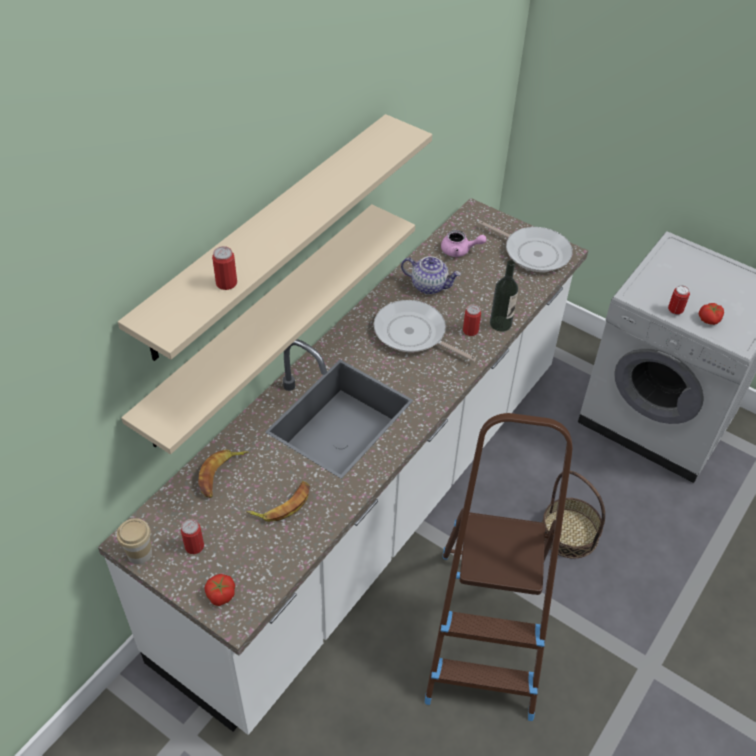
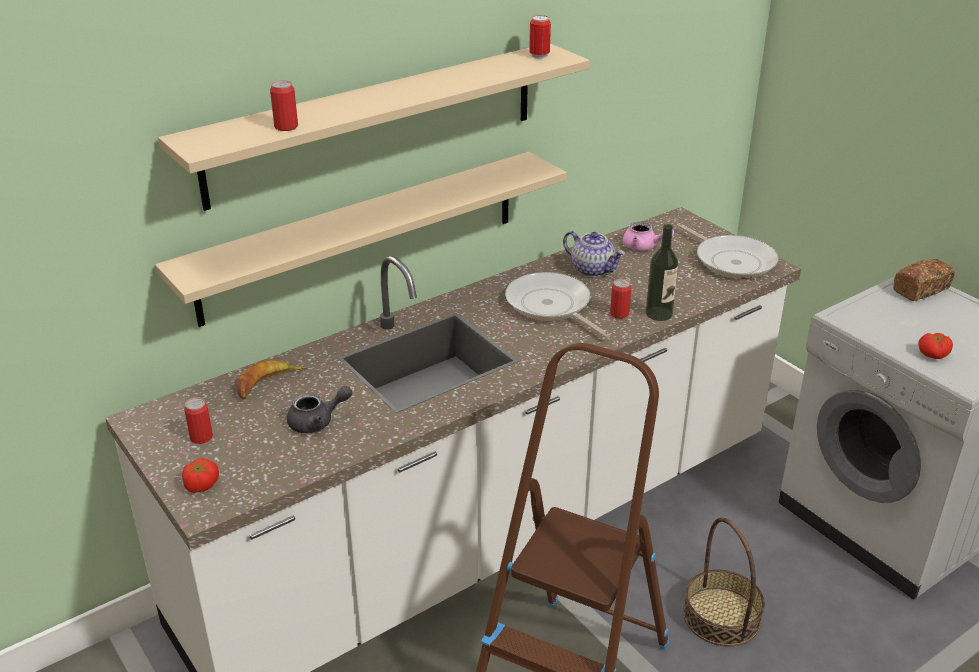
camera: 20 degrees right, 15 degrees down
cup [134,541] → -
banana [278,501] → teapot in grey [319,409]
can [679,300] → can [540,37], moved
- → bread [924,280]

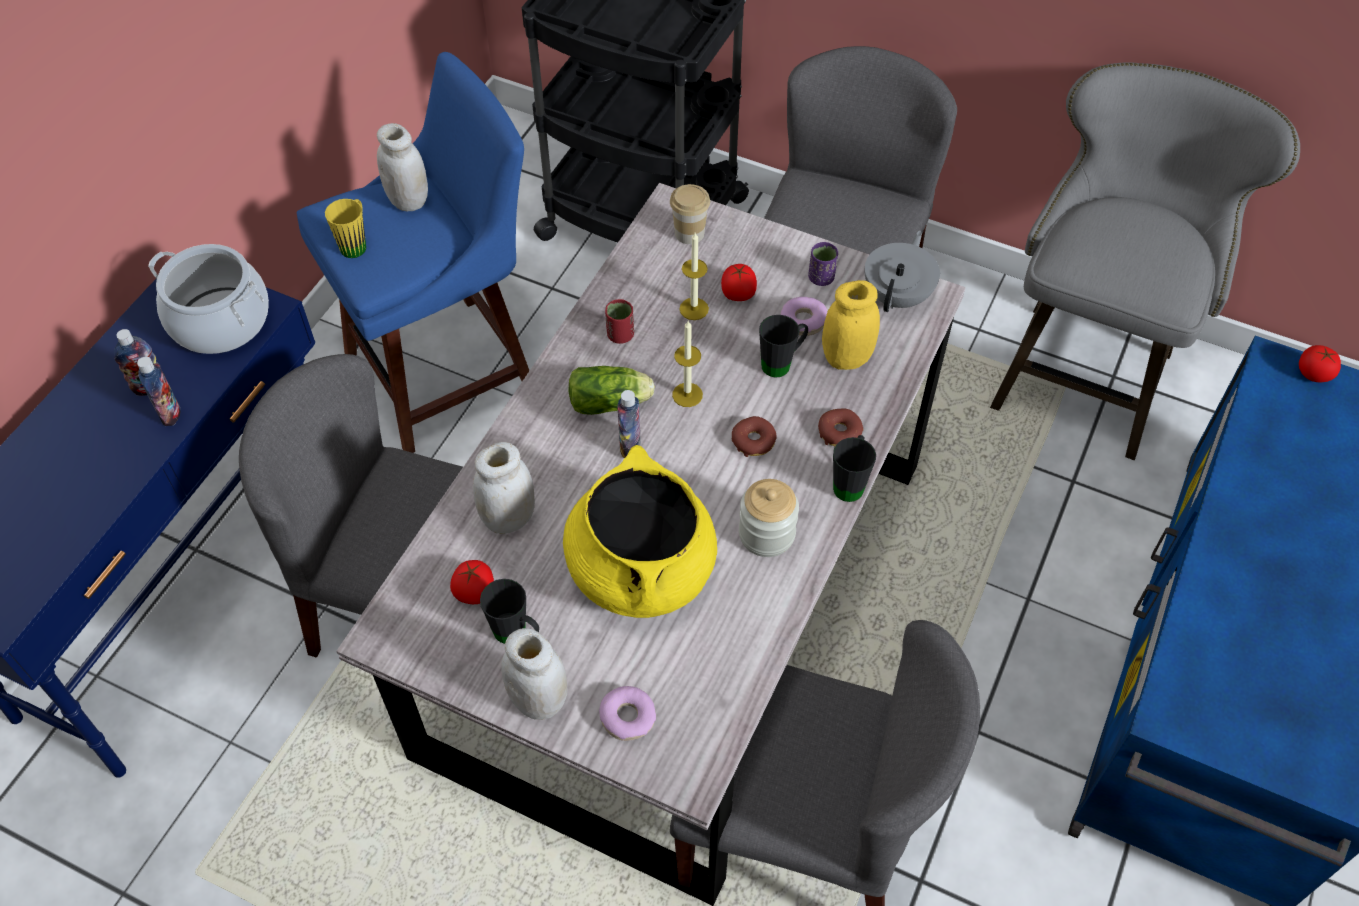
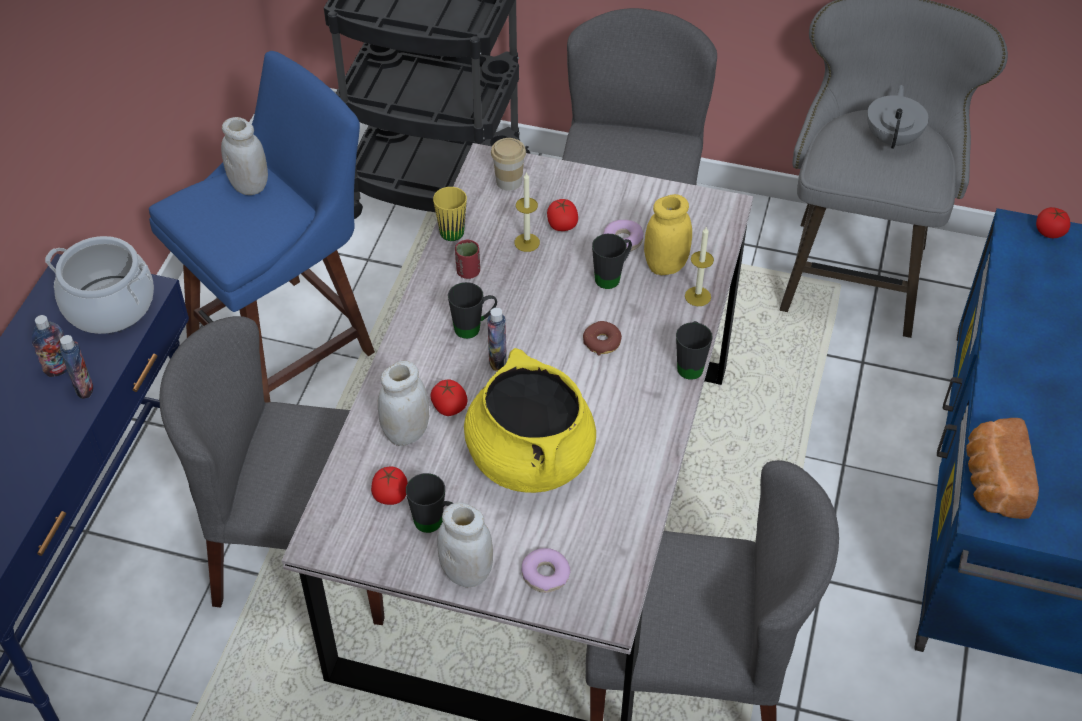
camera: 10 degrees left, 5 degrees down
mug in yellow [345,228] → mug in yellow [450,214], moved
lettuce [611,390] → mug in black [472,310]
candle [687,364] → candle [699,266], moved
jar [769,518] → -
cup in purple [823,264] → -
donut [841,427] → -
teapot in grey [902,271] → teapot in grey [898,117], moved
- → tomato [449,398]
- → bread [1002,468]

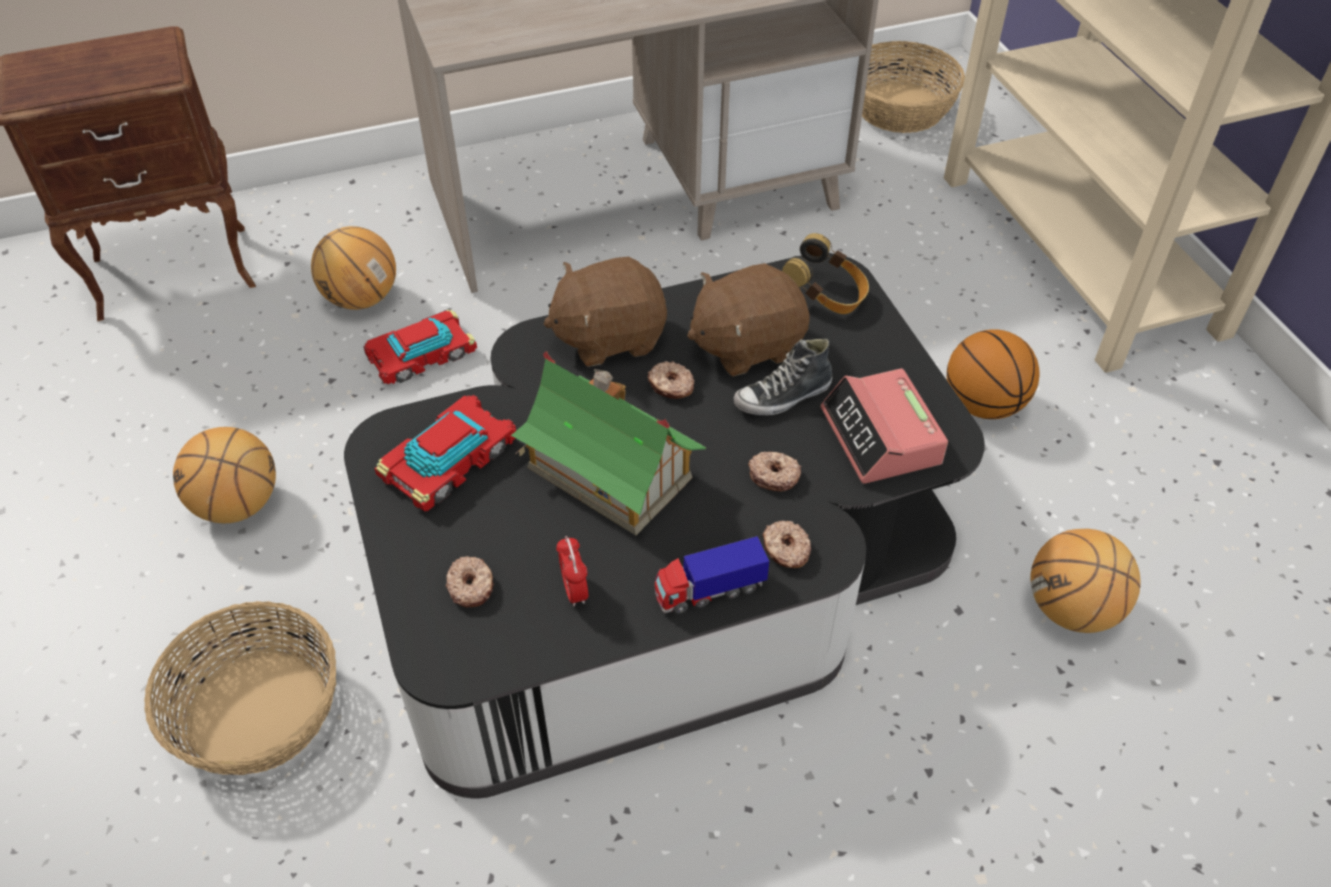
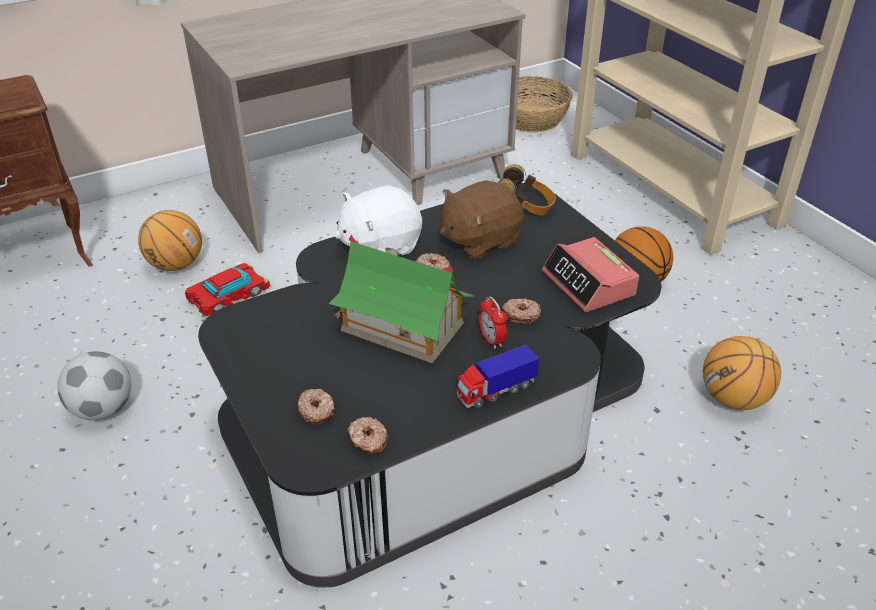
camera: 10 degrees left, 10 degrees down
basket [240,688] → -
basketball [224,475] → football [94,385]
toy car [445,453] → -
plush toy in brown [605,312] → plush toy in white [378,220]
alarm clock [572,571] → alarm clock [493,323], moved
shoe [783,377] → -
donut [786,544] → donut [368,435], moved

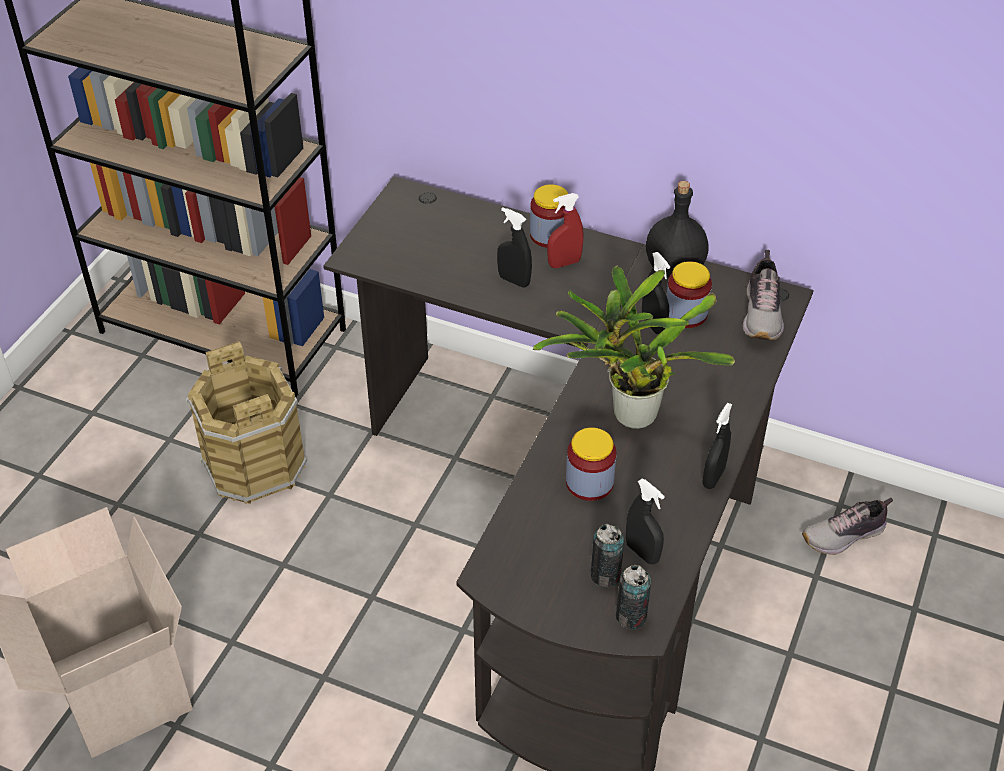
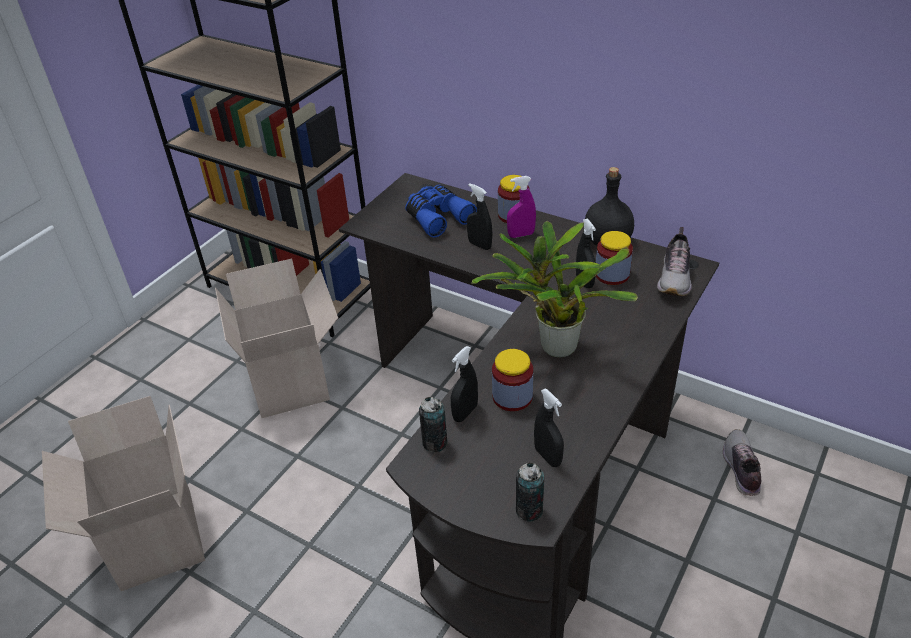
camera: 10 degrees right, 5 degrees down
bucket in brown [246,422] → cardboard box [276,338]
spray bottle in red [565,230] → spray bottle in purple [521,207]
can [607,556] → can [433,424], moved
spray bottle in black [718,446] → spray bottle in black [464,384], moved
shoe [847,526] → shoe [742,462], 105 degrees clockwise
- → binoculars in blue [441,211]

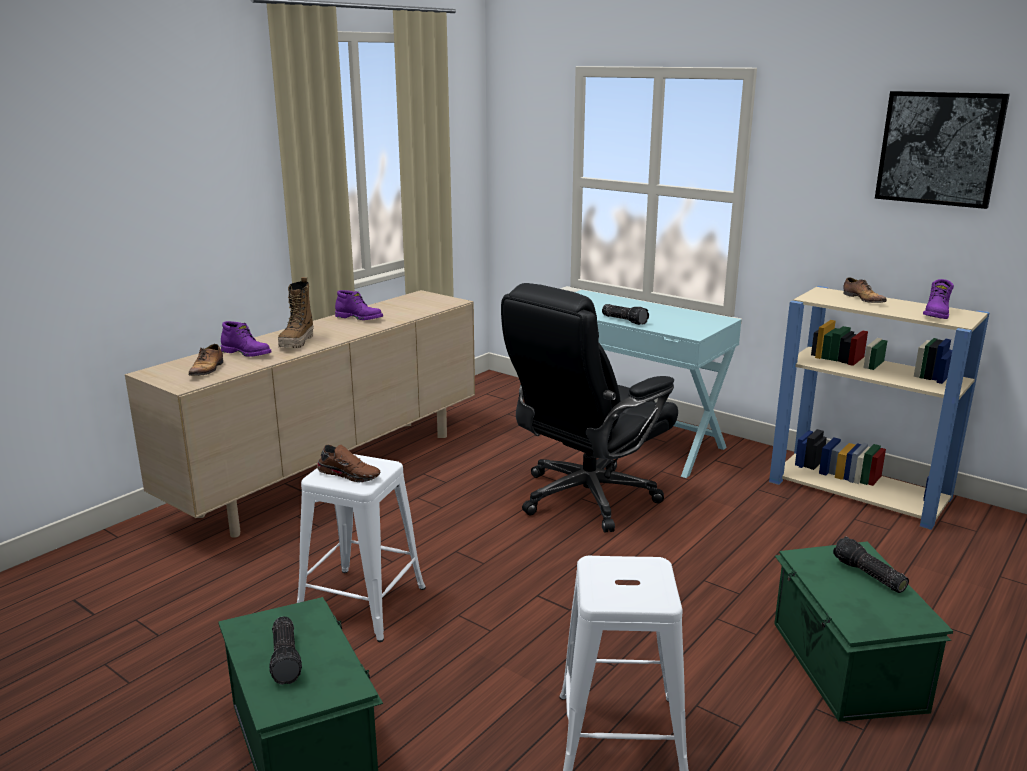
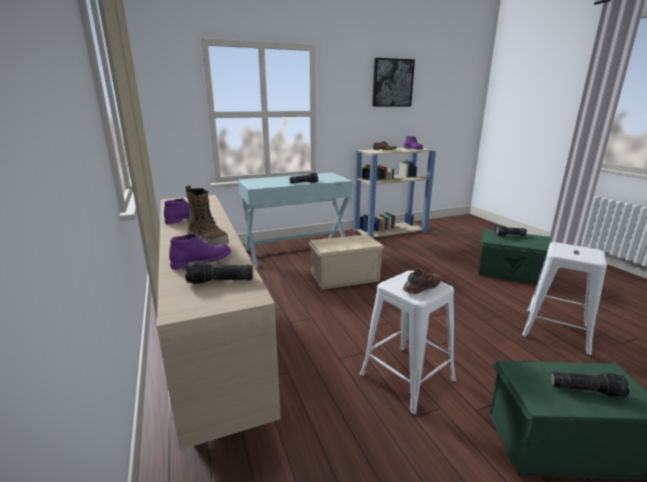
camera: 60 degrees left, 0 degrees up
shoe [205,360] → flashlight [219,272]
office chair in black [589,408] → storage box in beige [346,262]

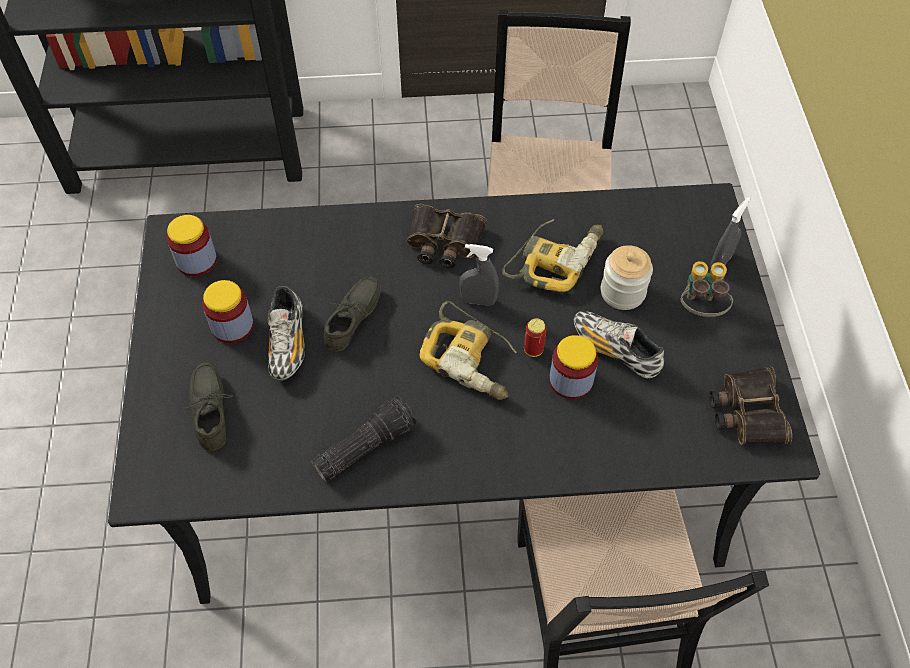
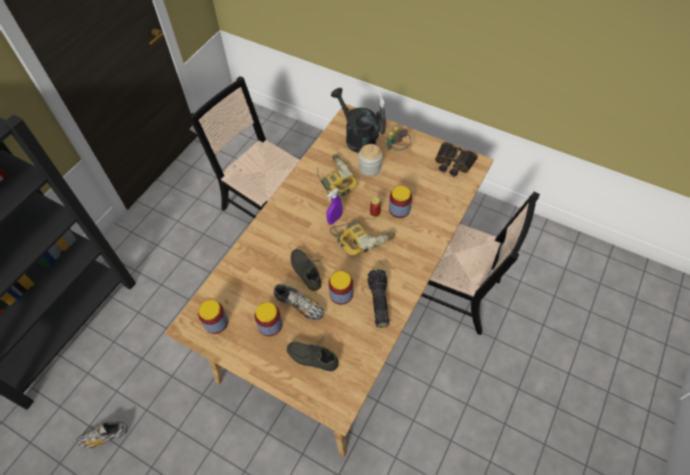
camera: 55 degrees left, 0 degrees up
dining table in black [464,393] → dining table in beige [329,280]
binoculars [447,236] → -
spray bottle in grey [479,275] → spray bottle in purple [334,206]
shoe [619,345] → shoe [102,434], moved
- → jar [341,288]
- → watering can in black [355,120]

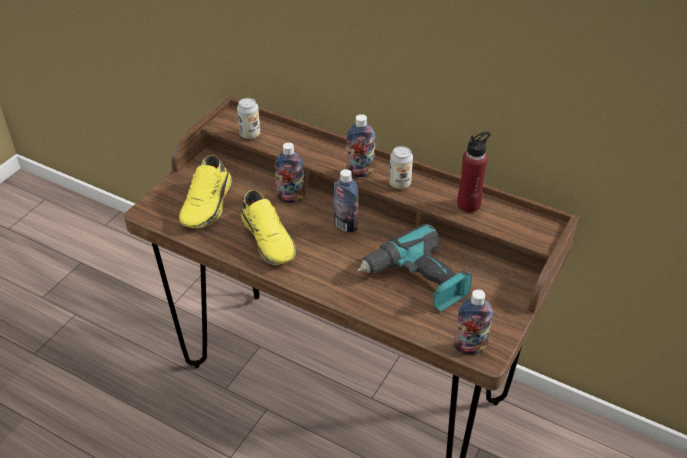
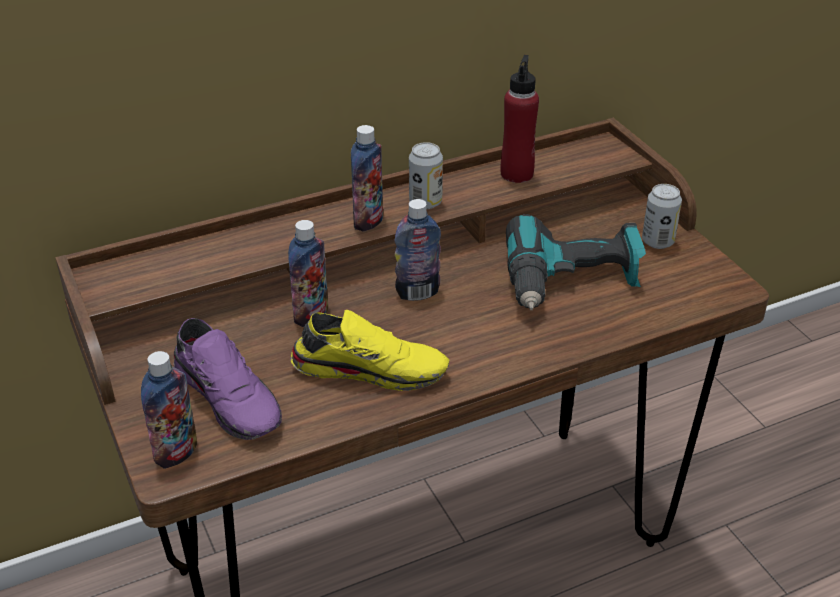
camera: 55 degrees left, 5 degrees down
shoe in yellow [205,191] → shoe in purple [228,379]
can [248,118] → can [662,216], moved
bottle [473,322] → bottle [169,410], moved

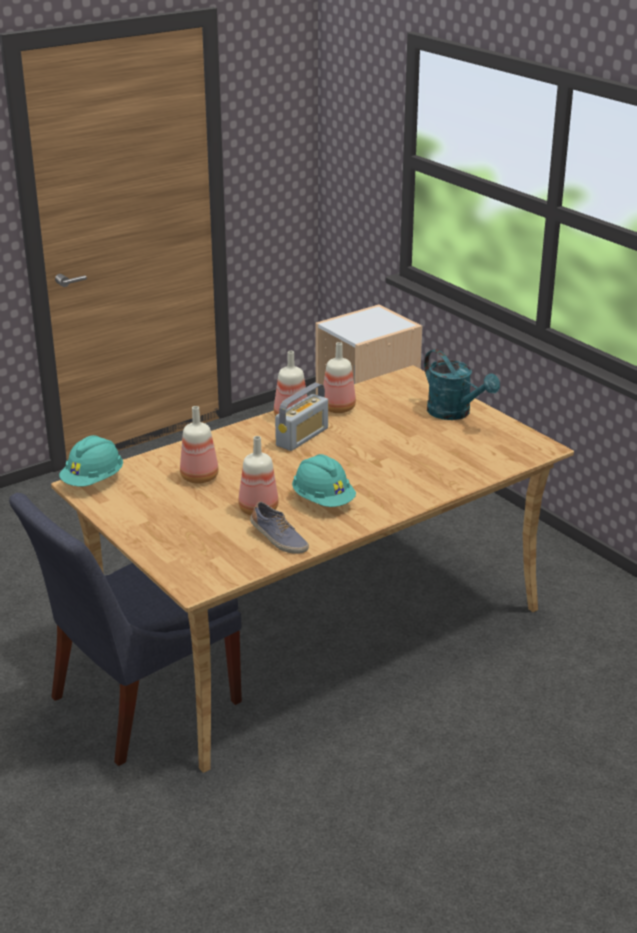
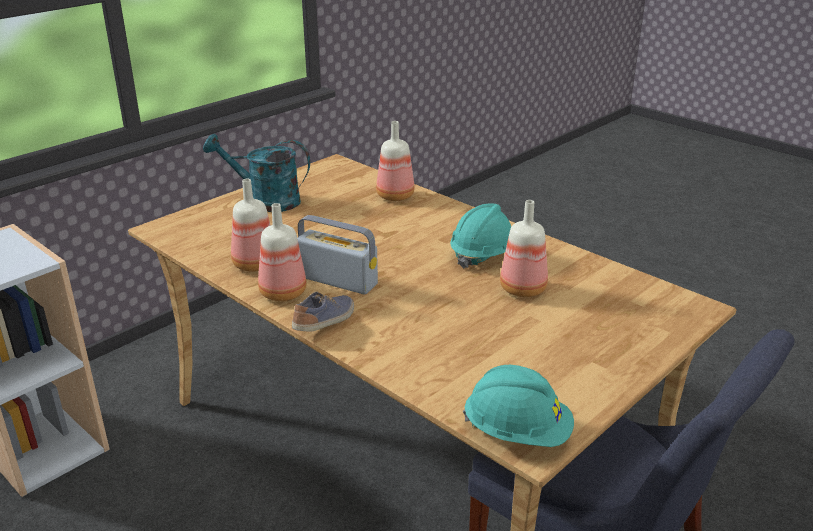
camera: 100 degrees left, 0 degrees up
bottle [199,445] → bottle [395,161], moved
shoe [279,527] → shoe [323,312], moved
watering can in turquoise [462,384] → watering can in turquoise [256,173], 120 degrees counterclockwise

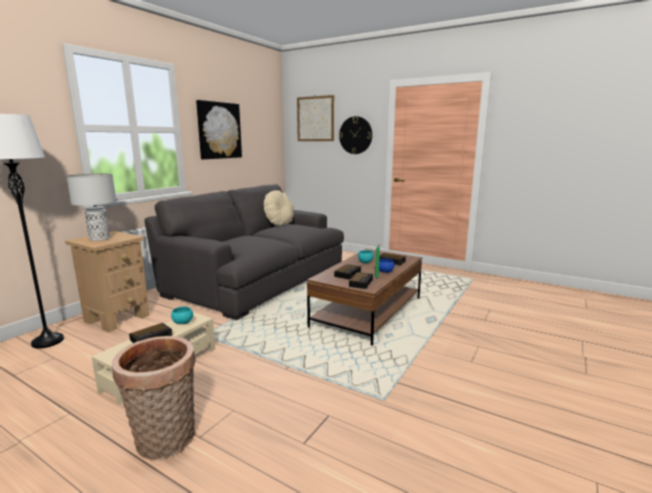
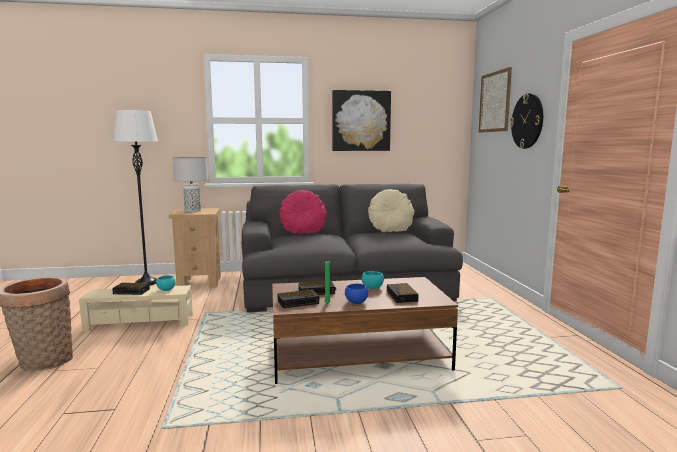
camera: 50 degrees right, 5 degrees down
- → pillow in pink [303,212]

